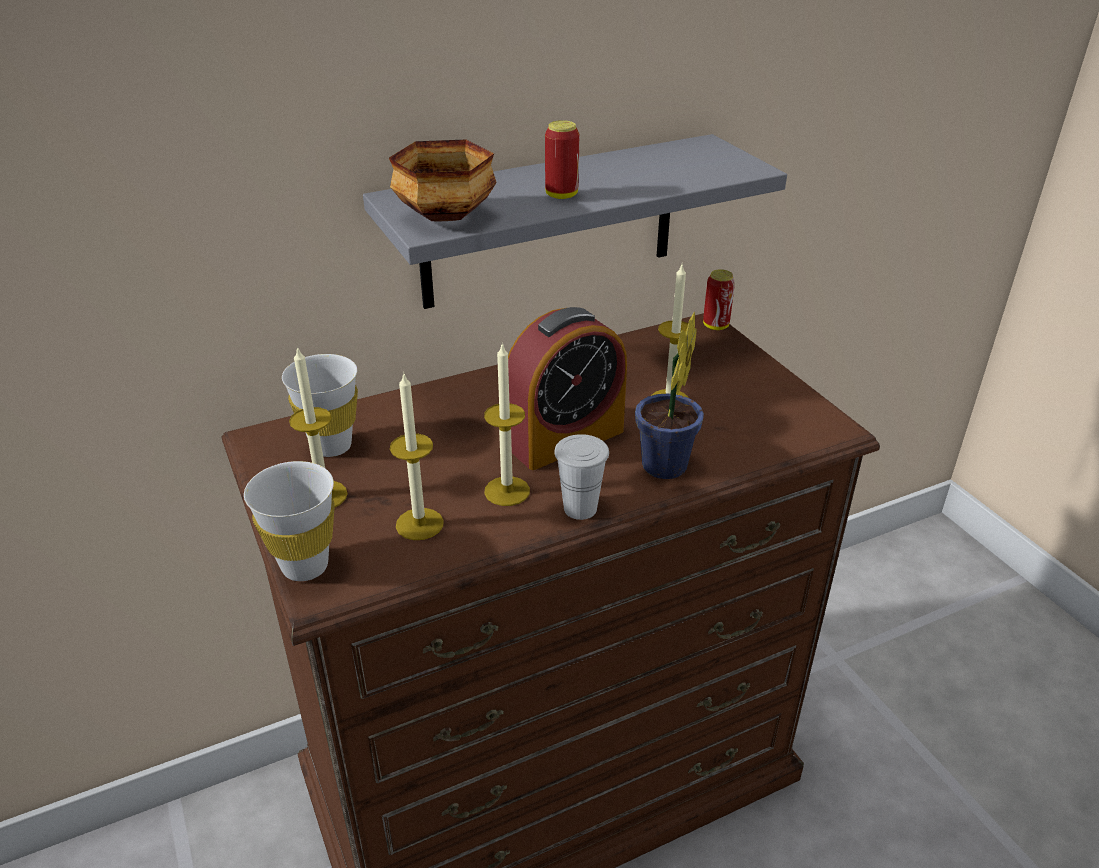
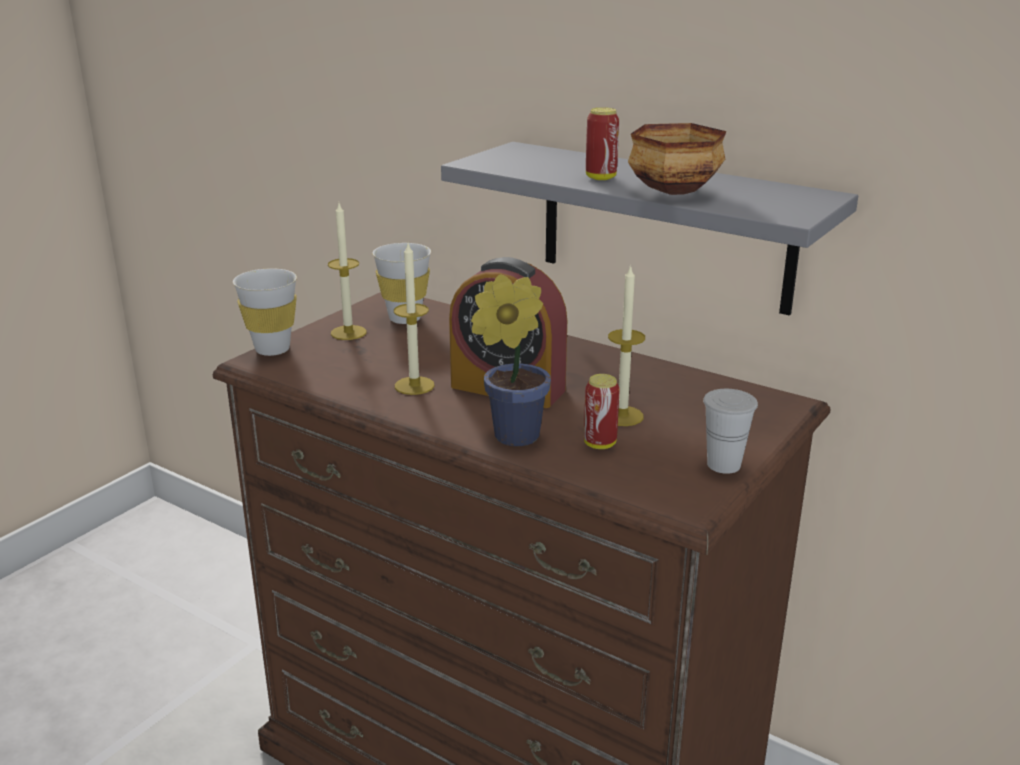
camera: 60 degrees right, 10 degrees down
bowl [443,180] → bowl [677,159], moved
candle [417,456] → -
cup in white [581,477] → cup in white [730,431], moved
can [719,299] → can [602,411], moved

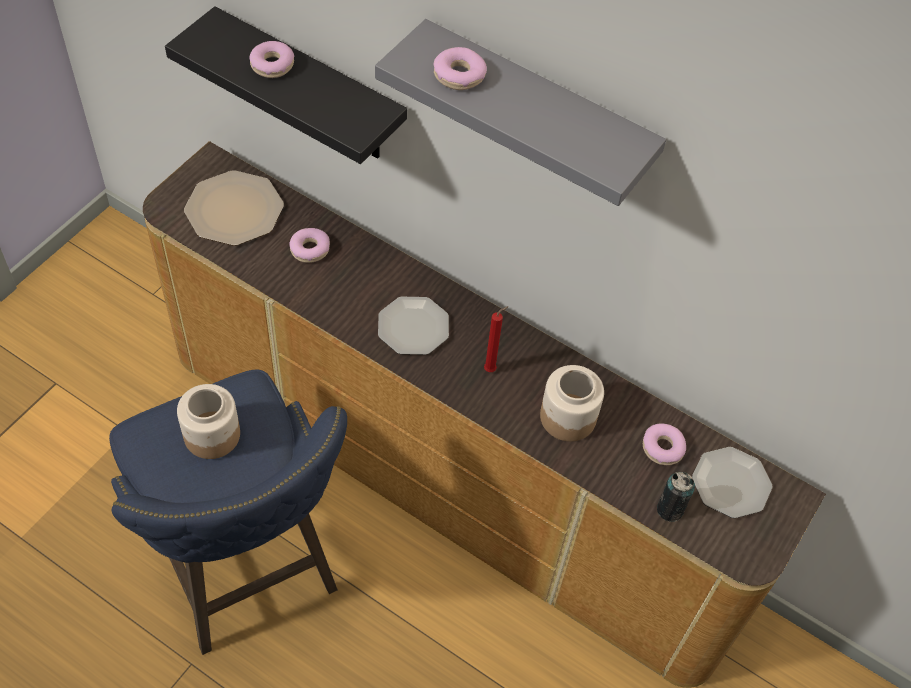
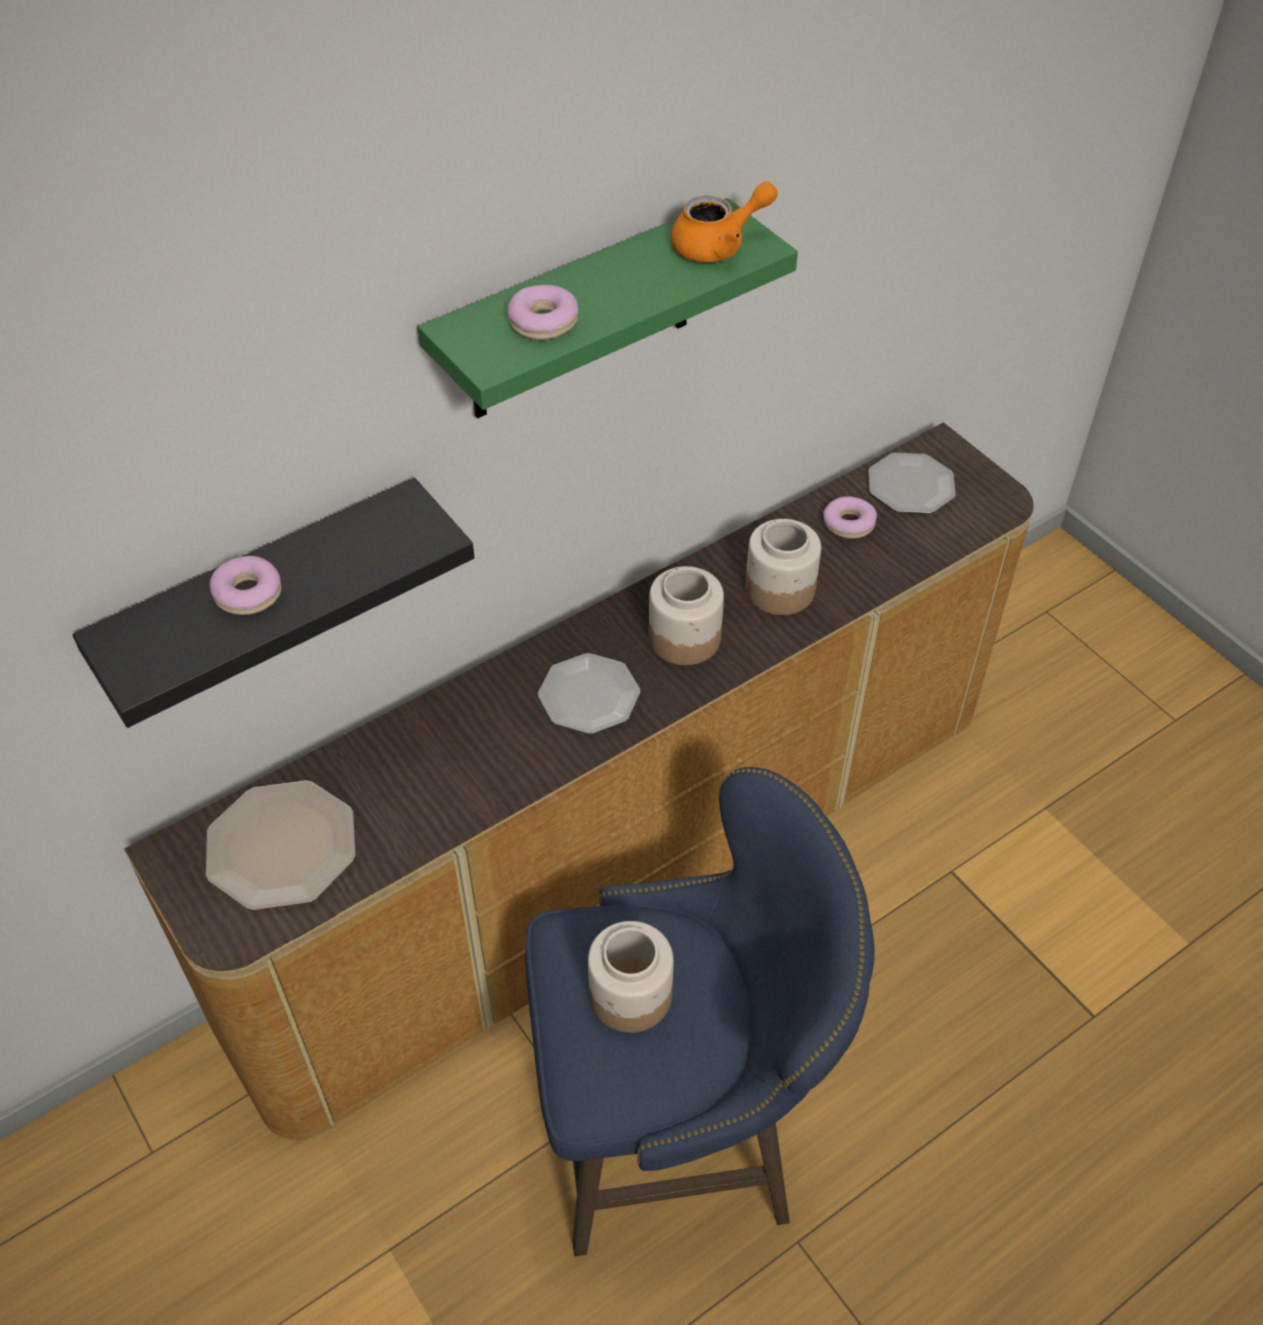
camera: 65 degrees left, 5 degrees down
donut [309,245] → -
shelf in grey [520,112] → shelf in green [607,308]
candle in red [496,339] → jar [686,615]
can [676,497] → -
- → teapot in orange [724,221]

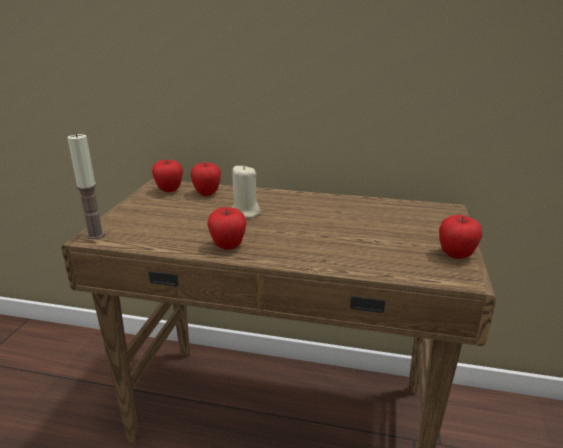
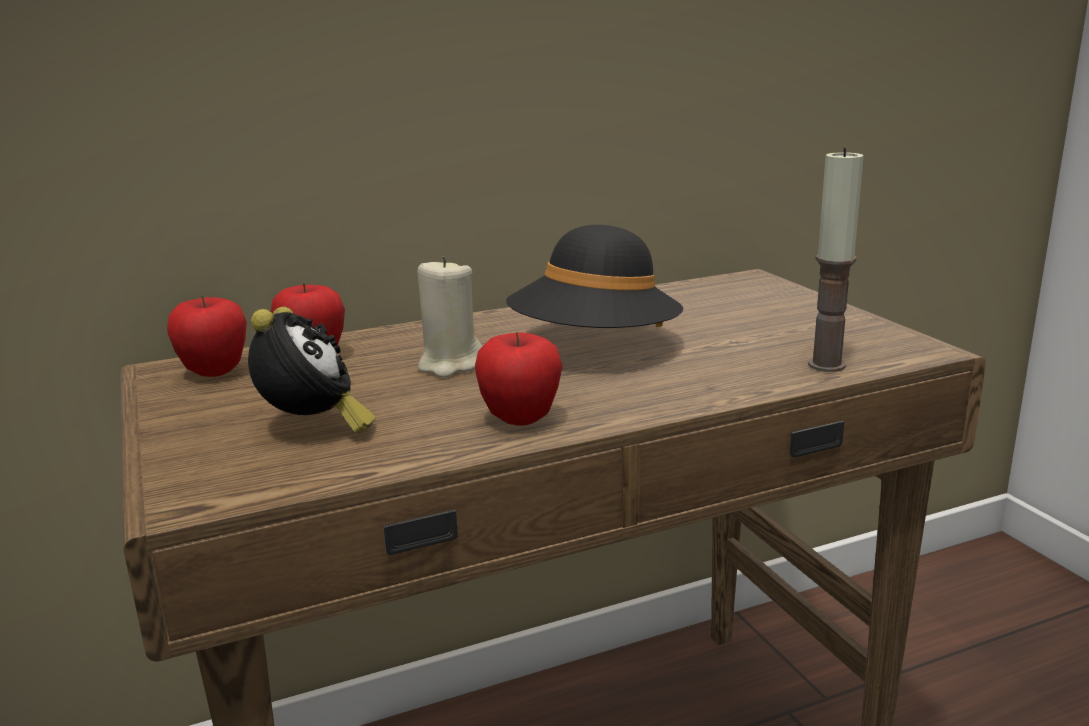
camera: 35 degrees left, 5 degrees down
candle [86,186] → candle [836,259], moved
apple [460,237] → -
- → alarm clock [311,370]
- → hat in black [594,276]

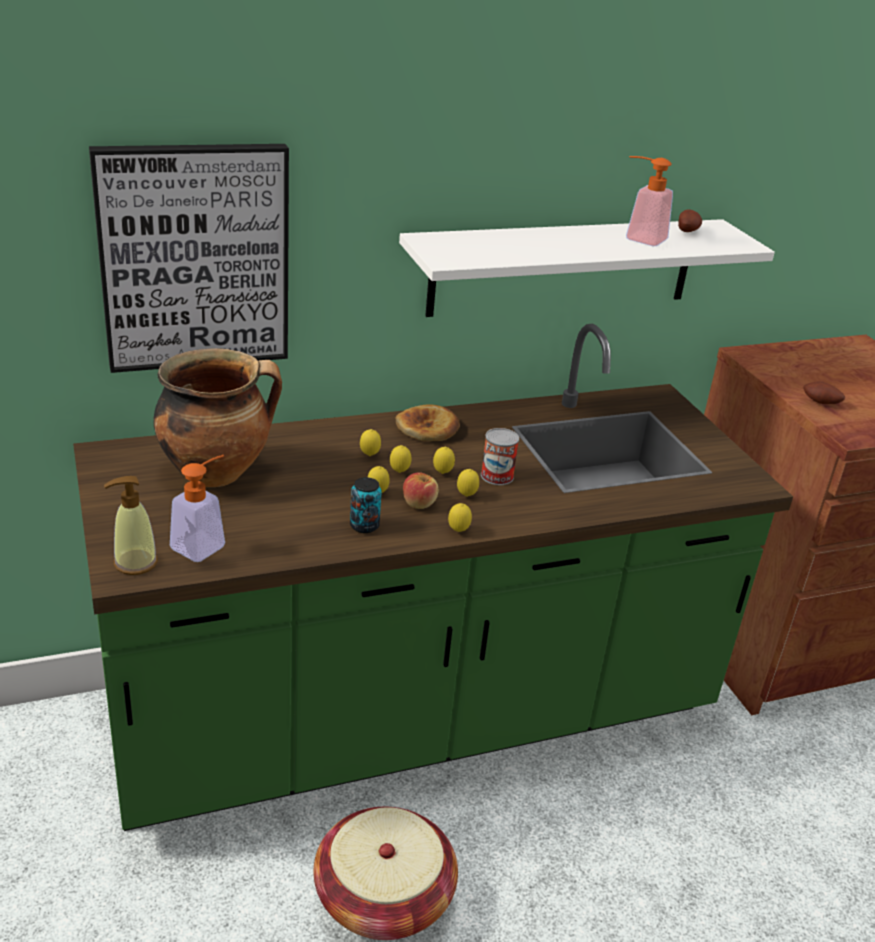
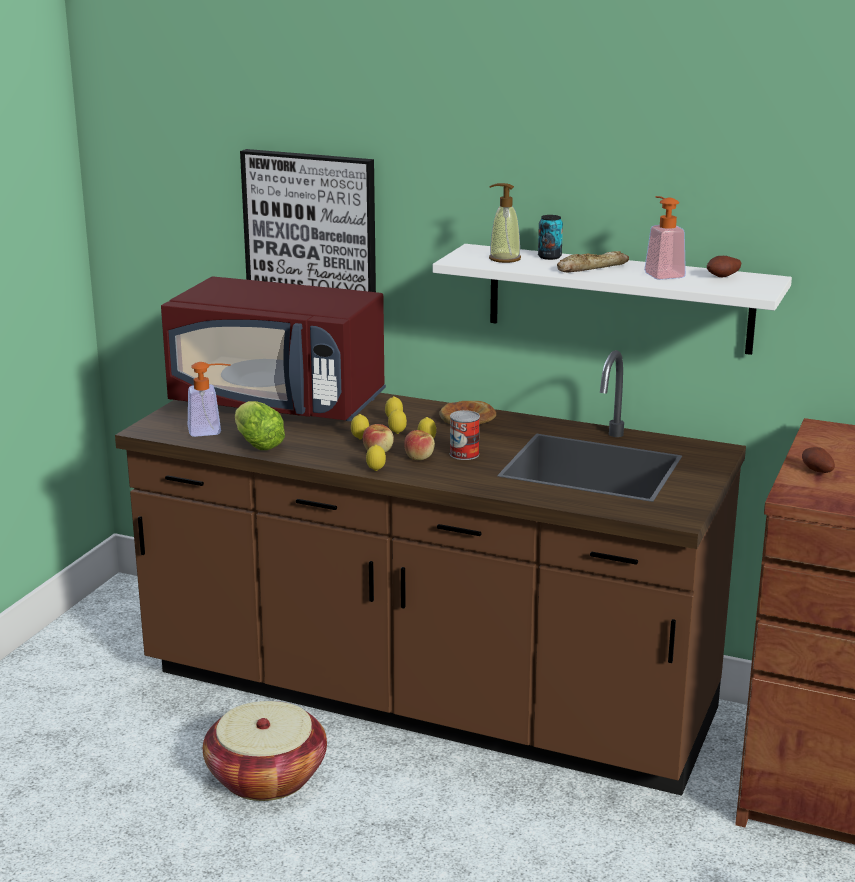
camera: 45 degrees right, 10 degrees down
counter in green [433,577] → counter in brown [430,573]
soap dispenser [131,525] → soap dispenser [505,223], moved
cooking pot [217,417] → microwave in red [273,348]
can [366,505] → can [550,237], moved
lemon [468,483] → apple [419,445]
- → lettuce [260,425]
- → bread [593,261]

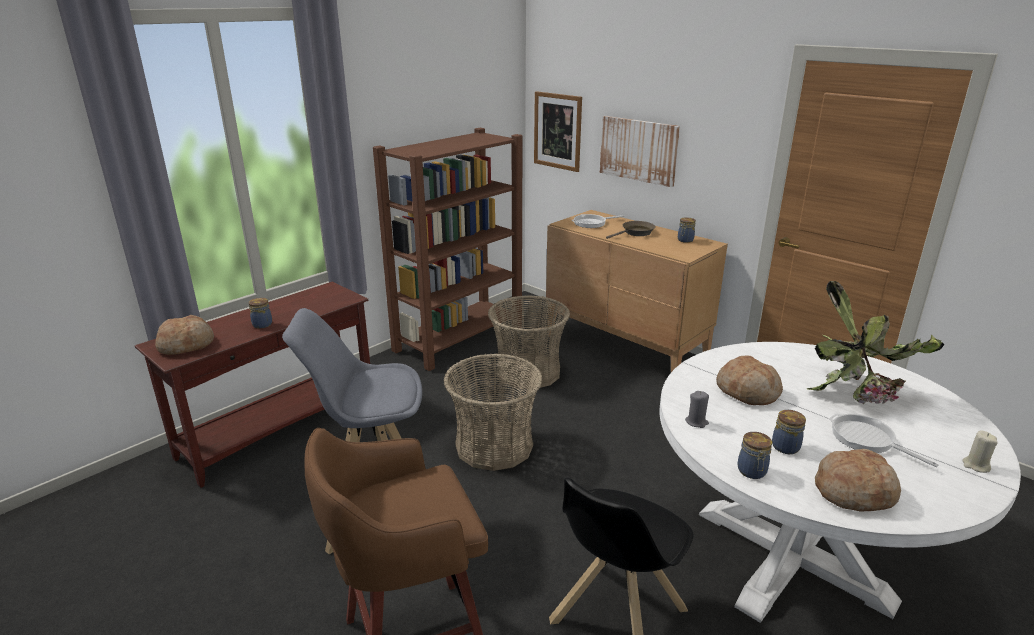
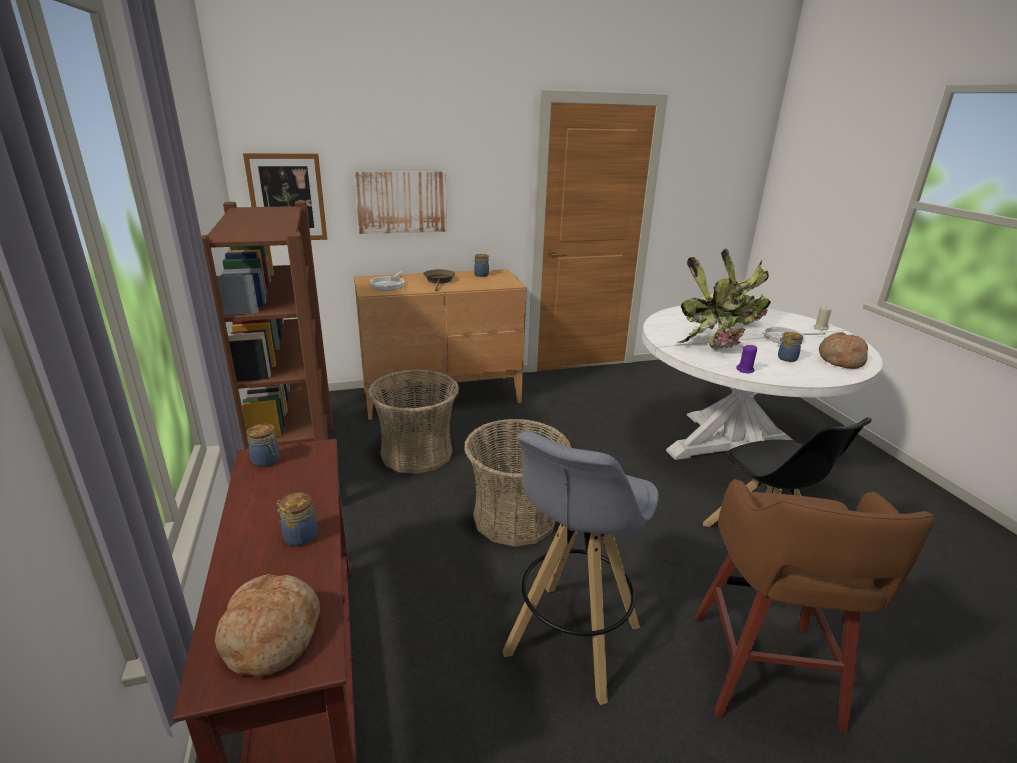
camera: 60 degrees left, 0 degrees up
candle in grey [697,409] → candle in purple [746,359]
bread [749,380] → potted plant [725,303]
jar [754,455] → jar [263,445], moved

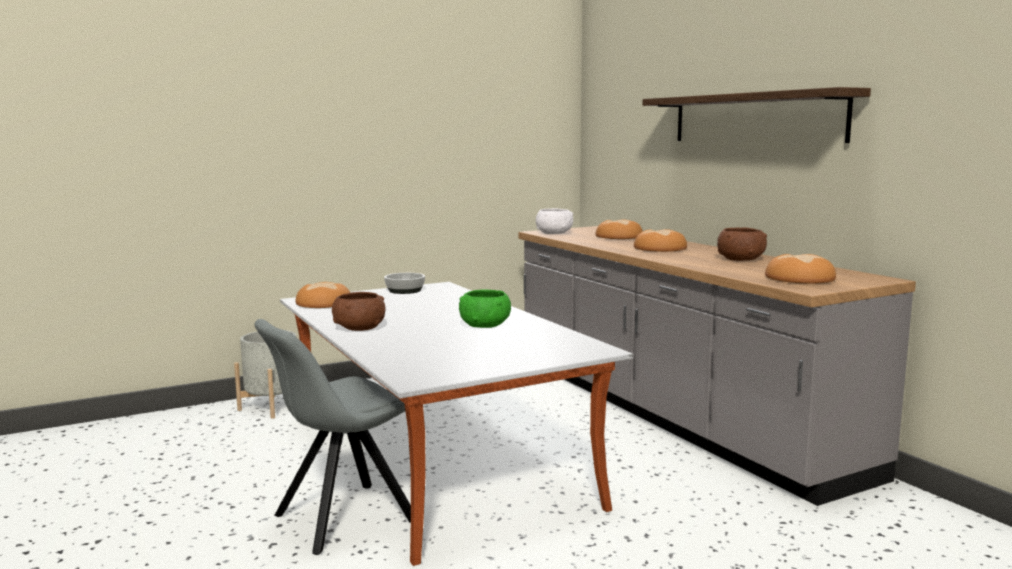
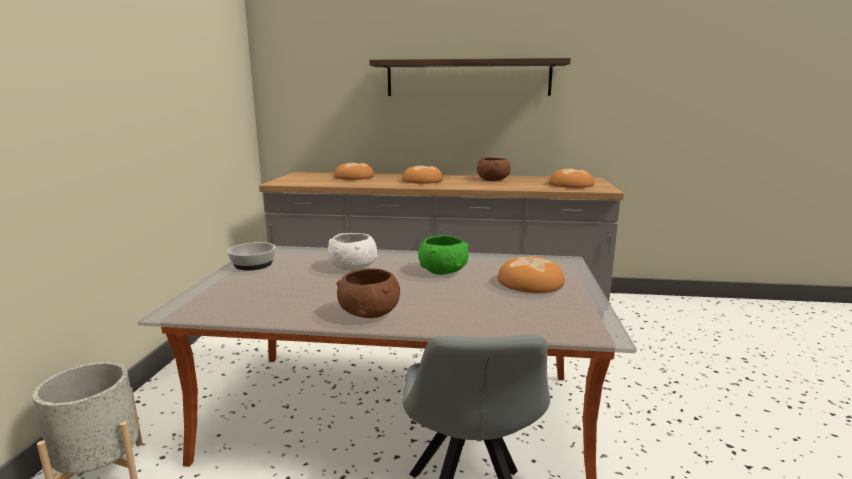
camera: 55 degrees left, 5 degrees up
bread [323,295] → bread [531,274], moved
bowl in white [554,221] → bowl in white [353,252], moved

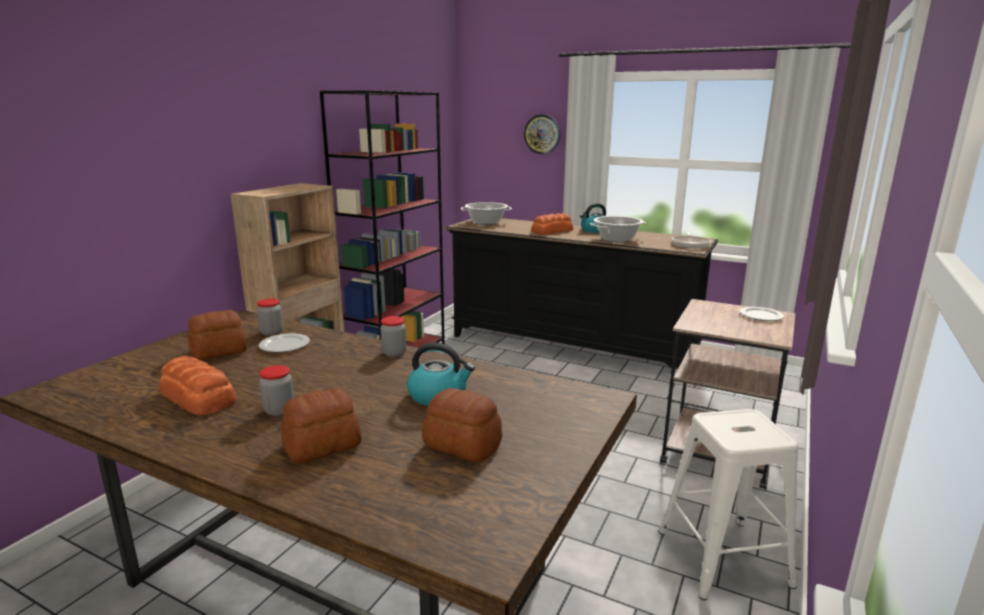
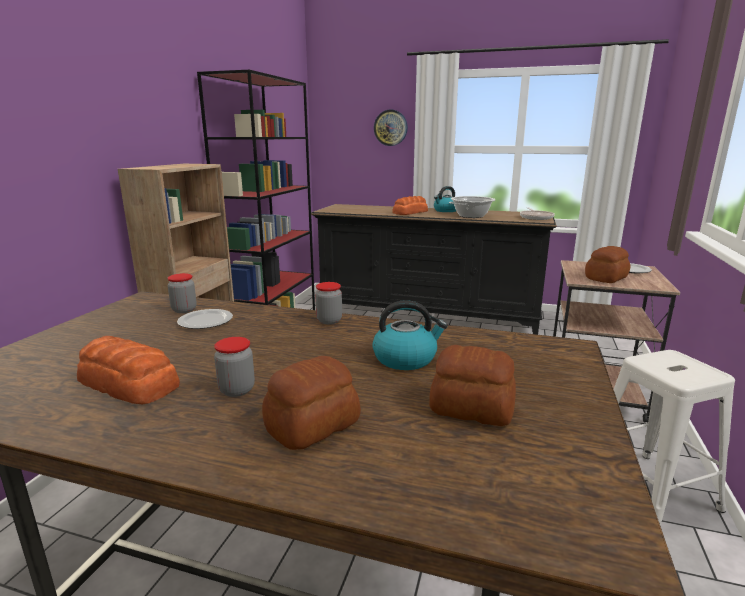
camera: 10 degrees left, 0 degrees up
bread [217,335] → bread [608,264], moved
cooking pot [486,213] → -

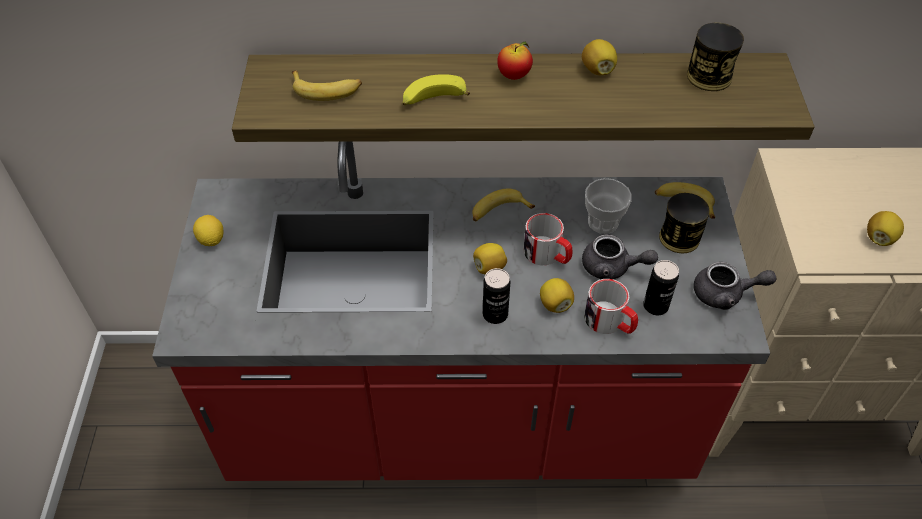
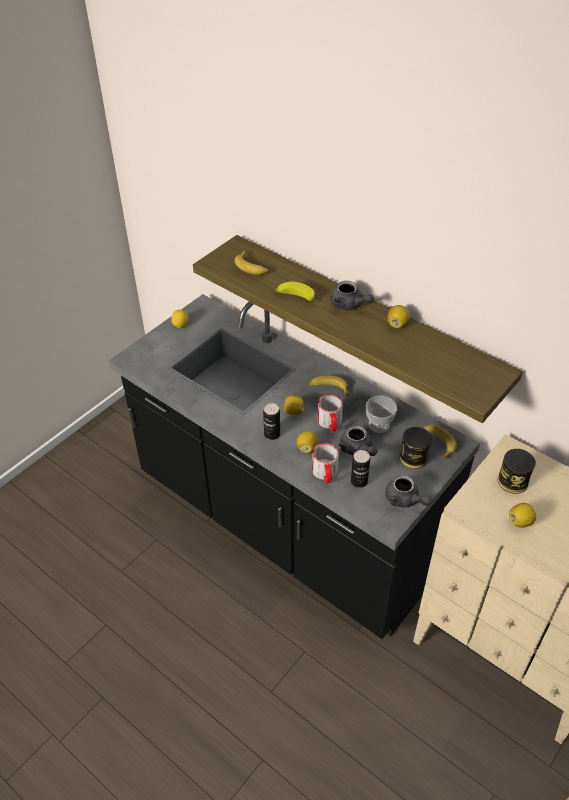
camera: 40 degrees right, 5 degrees down
counter in red [461,311] → counter in black [294,466]
apple [515,61] → teapot in grey [352,295]
can [715,57] → can [517,471], moved

